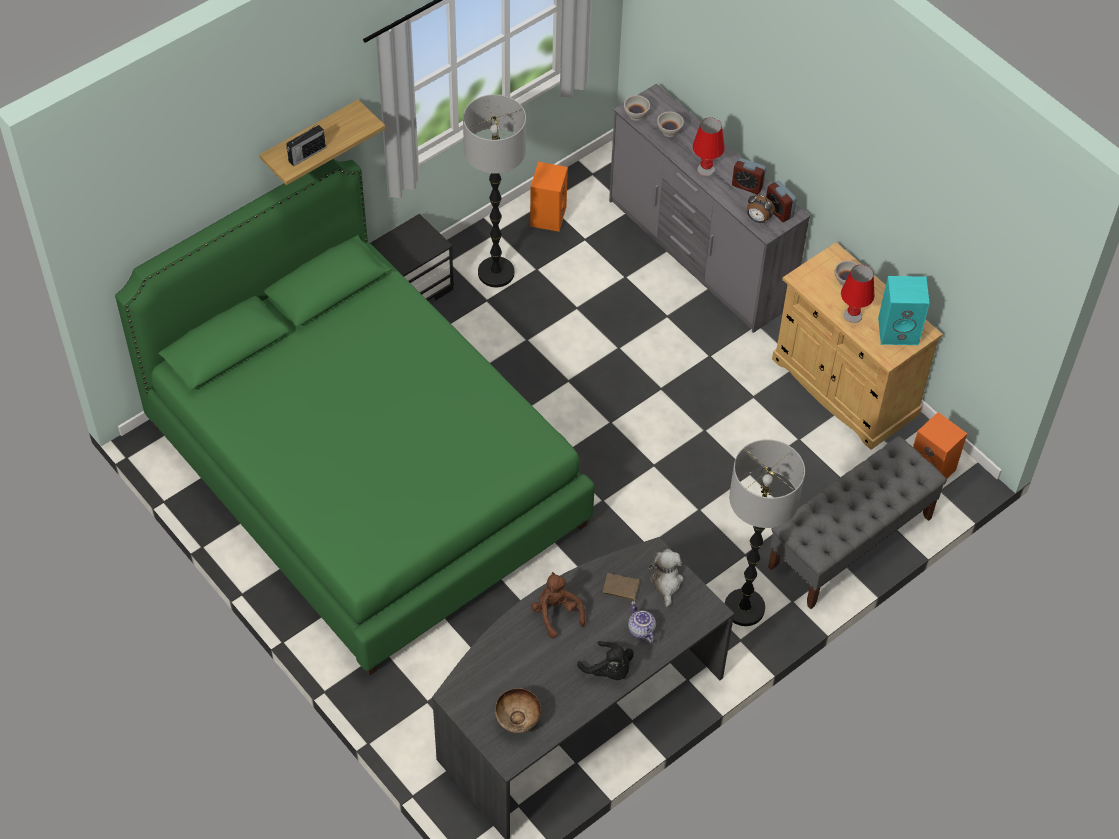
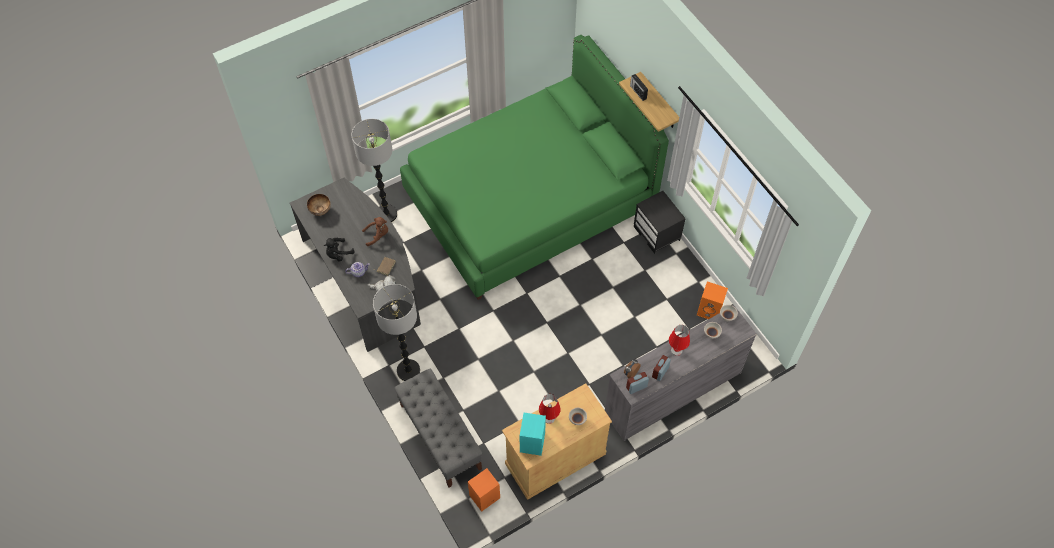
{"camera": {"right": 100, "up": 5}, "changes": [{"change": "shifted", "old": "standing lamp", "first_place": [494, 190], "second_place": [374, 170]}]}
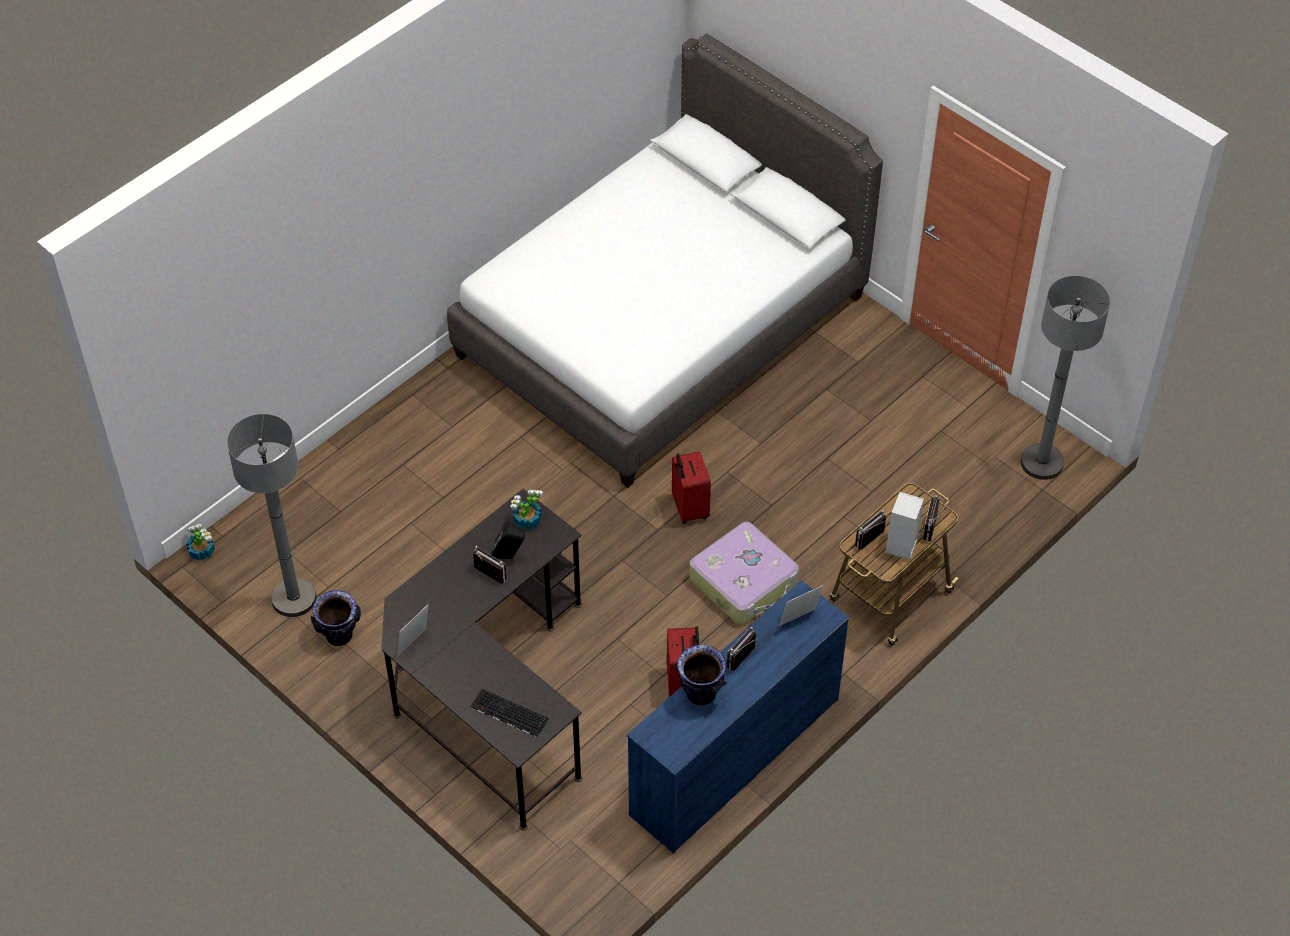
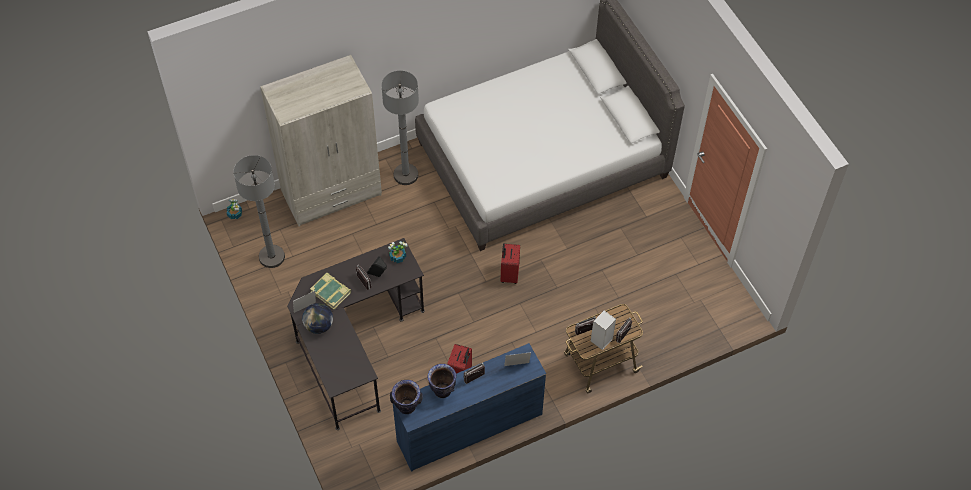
{"camera": {"right": 20, "up": 5}, "changes": [{"change": "shifted", "old": "flower vase", "first_place": [336, 618], "second_place": [406, 397]}, {"change": "gone", "old": "PC keyboard", "first_place": [509, 712]}, {"change": "gone", "old": "suitcase", "first_place": [744, 573]}, {"change": "shifted", "old": "gray standing lamp", "first_place": [1065, 378], "second_place": [400, 127]}, {"change": "new", "new": "beige armoire", "second_place": [321, 141]}, {"change": "new", "new": "globe", "second_place": [317, 318]}, {"change": "new", "new": "bound book", "second_place": [330, 291]}]}
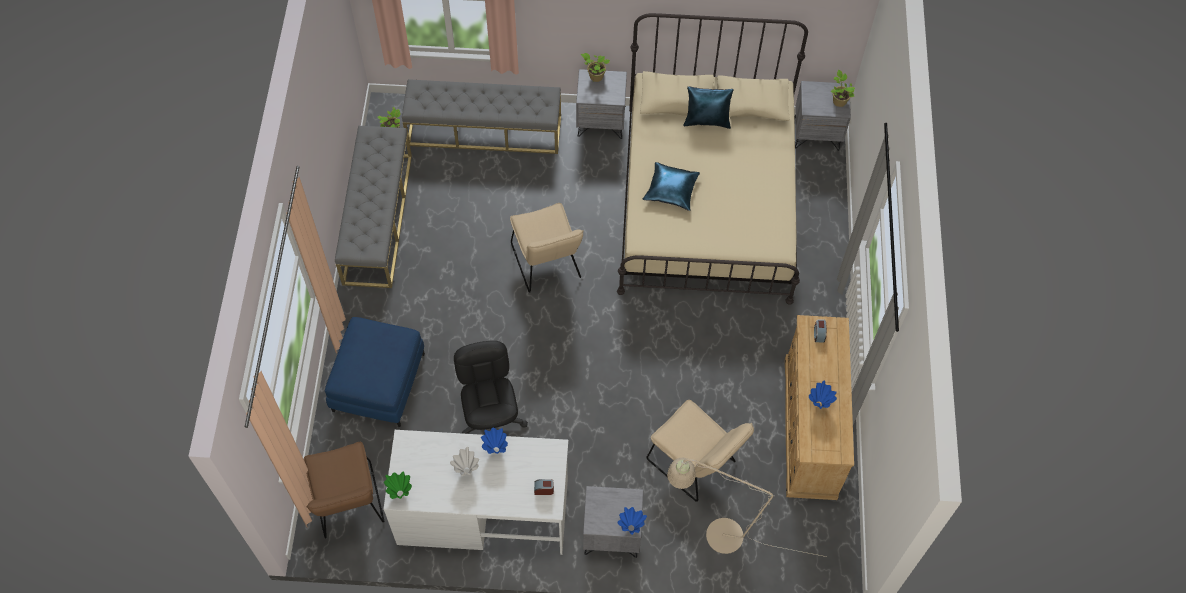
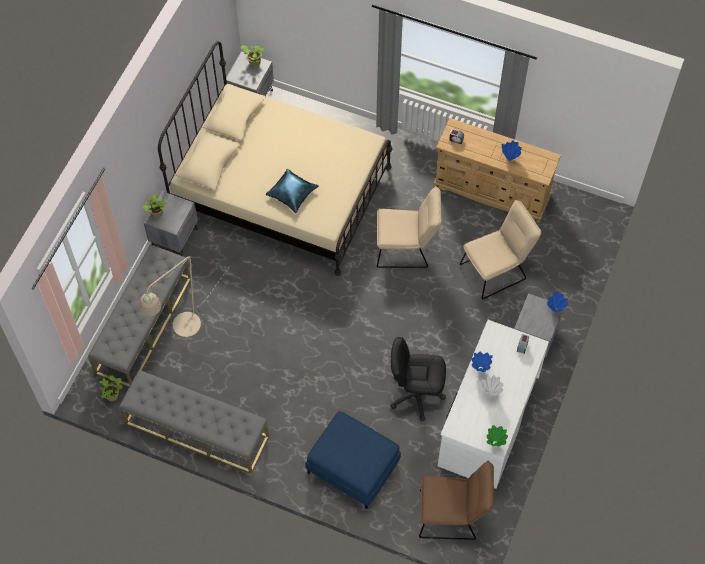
{"camera": {"right": -70, "up": 0}, "changes": [{"change": "shifted", "old": "beige chair", "first_place": [547, 248], "second_place": [409, 227]}, {"change": "shifted", "old": "beige standing lamp", "first_place": [747, 507], "second_place": [185, 296]}, {"change": "gone", "old": "bluish throw pillow", "first_place": [708, 107]}]}
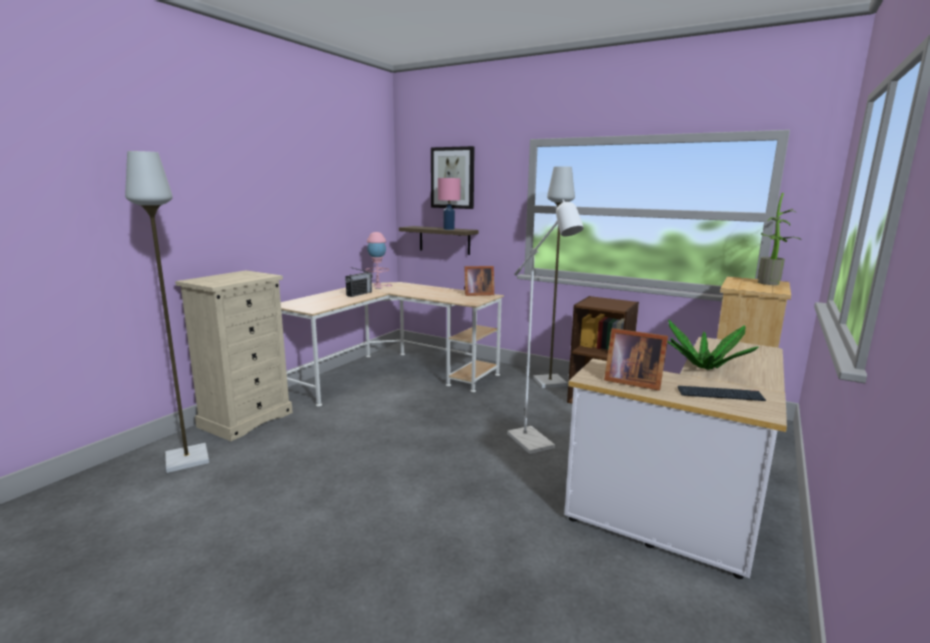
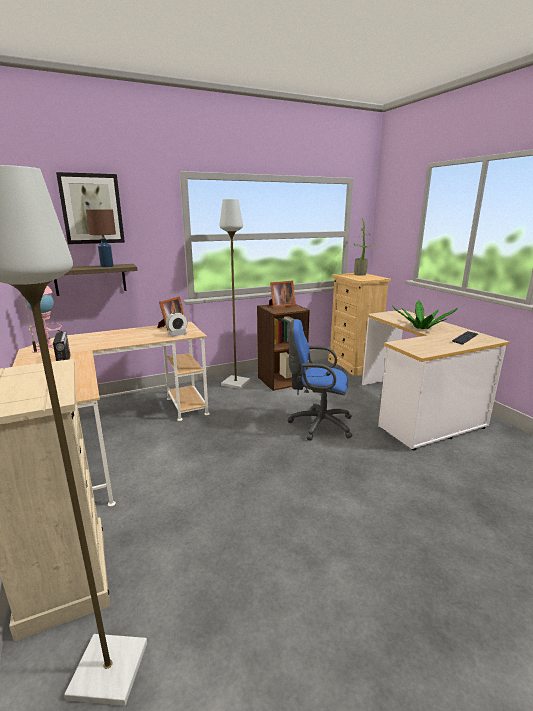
{"camera": {"right": -55, "up": 5}, "changes": [{"change": "repainted", "old": "pinkish lamp for a table", "new": "brown lamp for a table", "first_place": [449, 204], "second_place": [101, 239]}, {"change": "swapped", "old": "white standing lamp", "new": "bluish computer chair", "first_place": [545, 326], "second_place": [320, 379]}, {"change": "shifted", "old": "picture frame", "first_place": [636, 359], "second_place": [282, 294]}, {"change": "new", "new": "table clock", "second_place": [177, 324]}]}
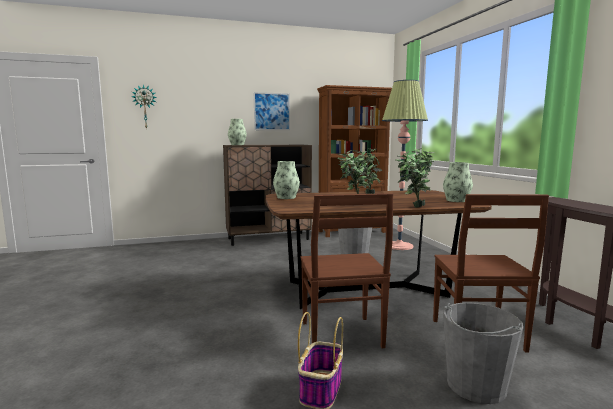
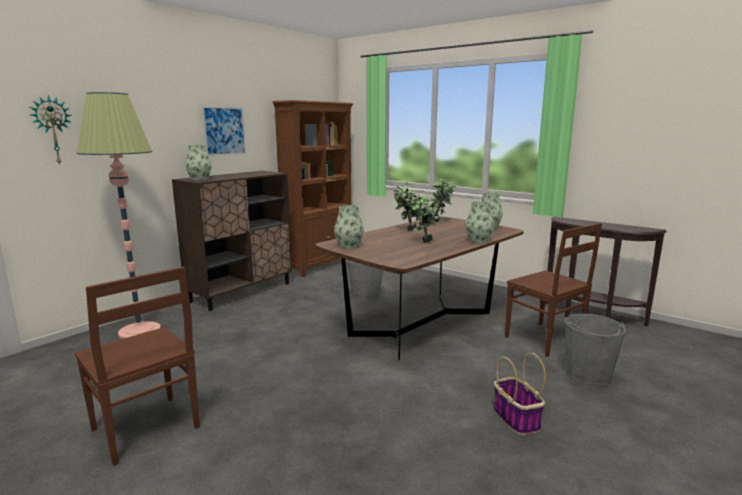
{"camera": {"right": -35, "up": 5}, "changes": [{"change": "shifted", "old": "brown chair", "first_place": [347, 270], "second_place": [137, 366]}, {"change": "shifted", "old": "standing lamp", "first_place": [405, 165], "second_place": [118, 215]}, {"change": "swapped", "old": "potted plant", "new": "flower vase", "first_place": [413, 179], "second_place": [479, 222]}]}
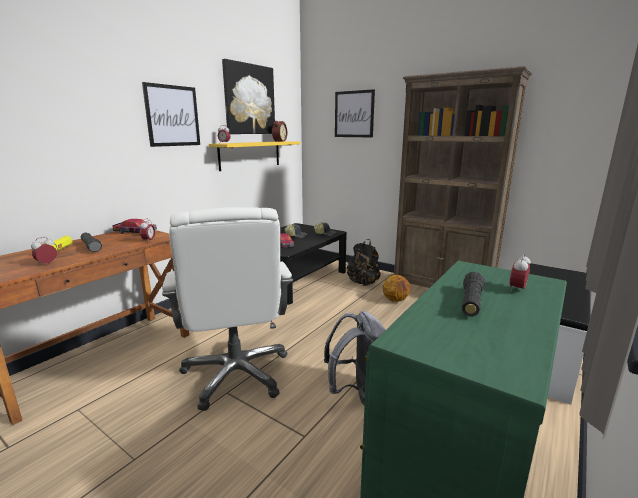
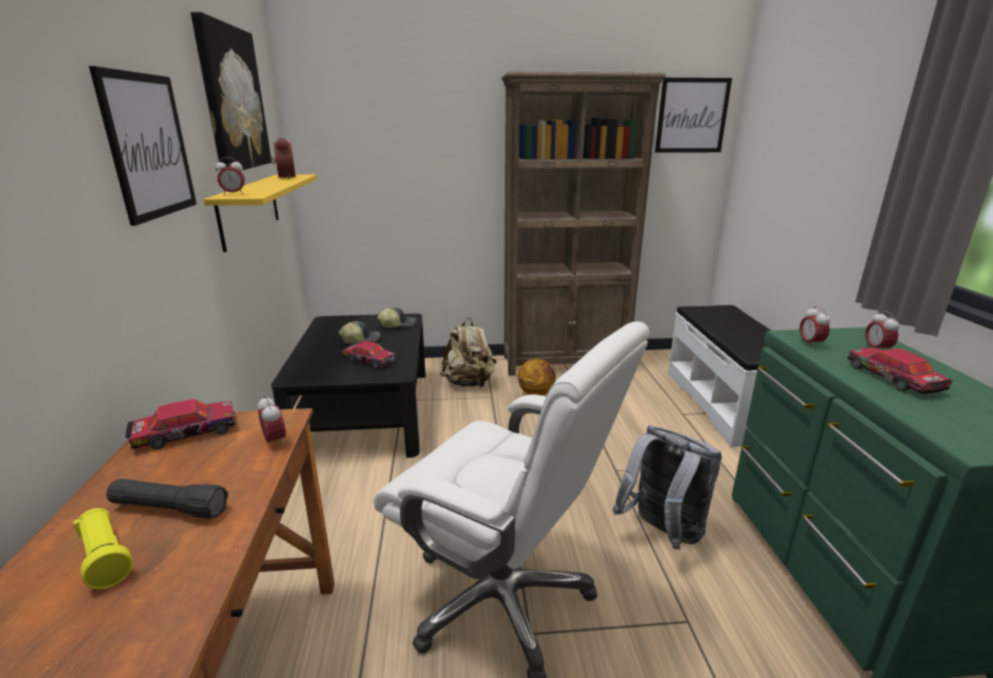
{"camera": {"right": -40, "up": 5}, "changes": [{"change": "shifted", "old": "table clock", "first_place": [44, 251], "second_place": [815, 327]}, {"change": "shifted", "old": "wall art", "first_place": [355, 113], "second_place": [693, 115]}, {"change": "repainted", "old": "blackish backpack", "new": "beige backpack", "first_place": [364, 262], "second_place": [468, 352]}, {"change": "swapped", "old": "blackish torch", "new": "miniature car", "first_place": [473, 294], "second_place": [900, 371]}]}
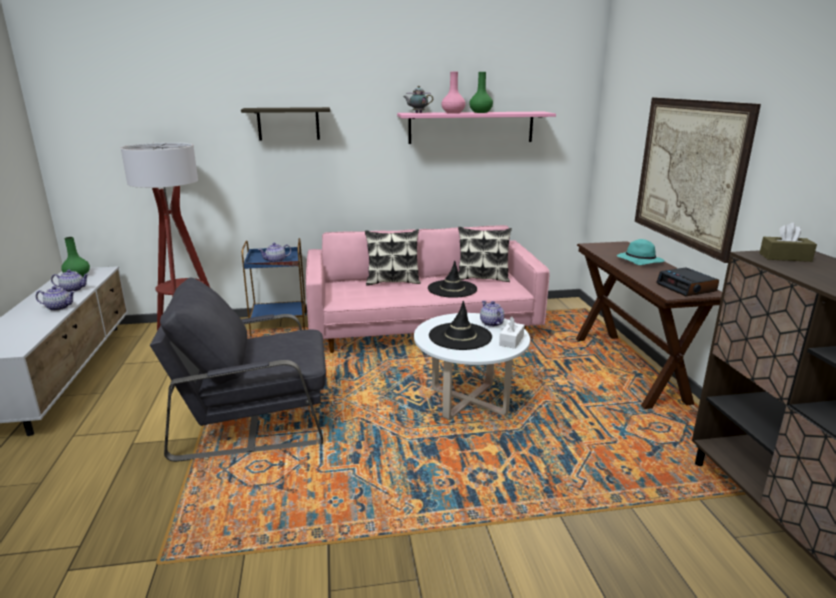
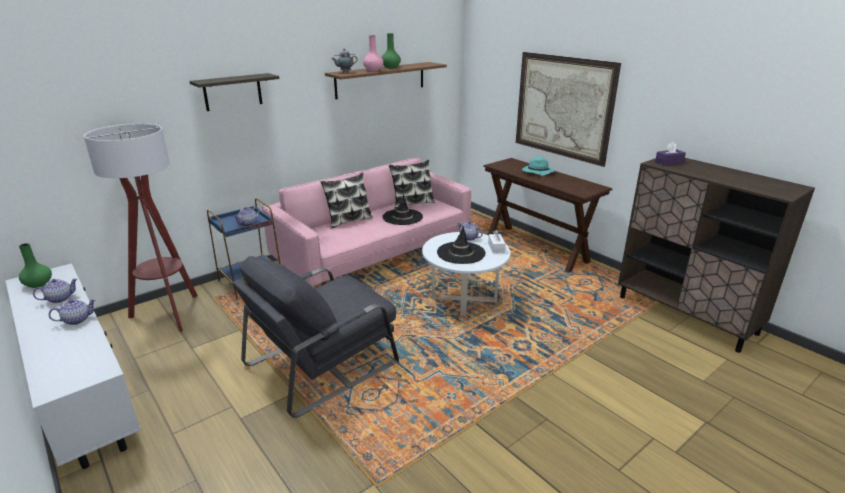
{"camera": {"right": -30, "up": 5}, "changes": [{"change": "repainted", "old": "pinkish bracket shelf", "new": "brown bracket shelf", "first_place": [476, 128], "second_place": [386, 80]}, {"change": "gone", "old": "table clock", "first_place": [687, 281]}, {"change": "repainted", "old": "brown box of tissues", "new": "purple-coloured box of tissues", "first_place": [788, 242], "second_place": [670, 154]}]}
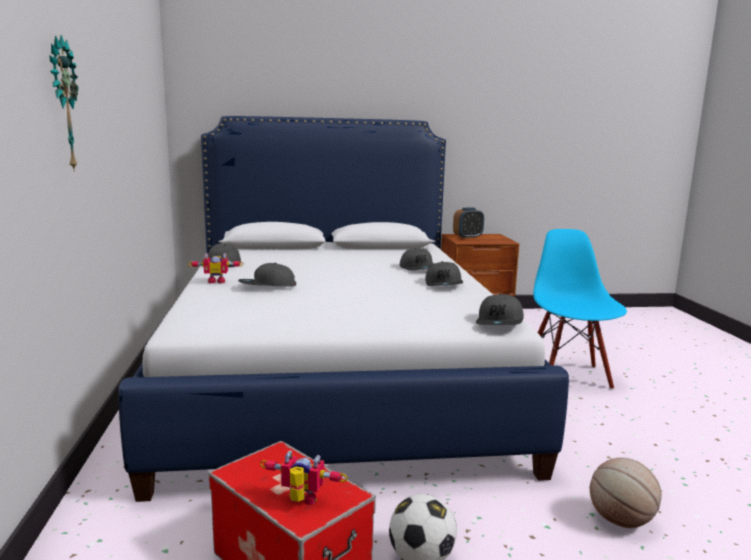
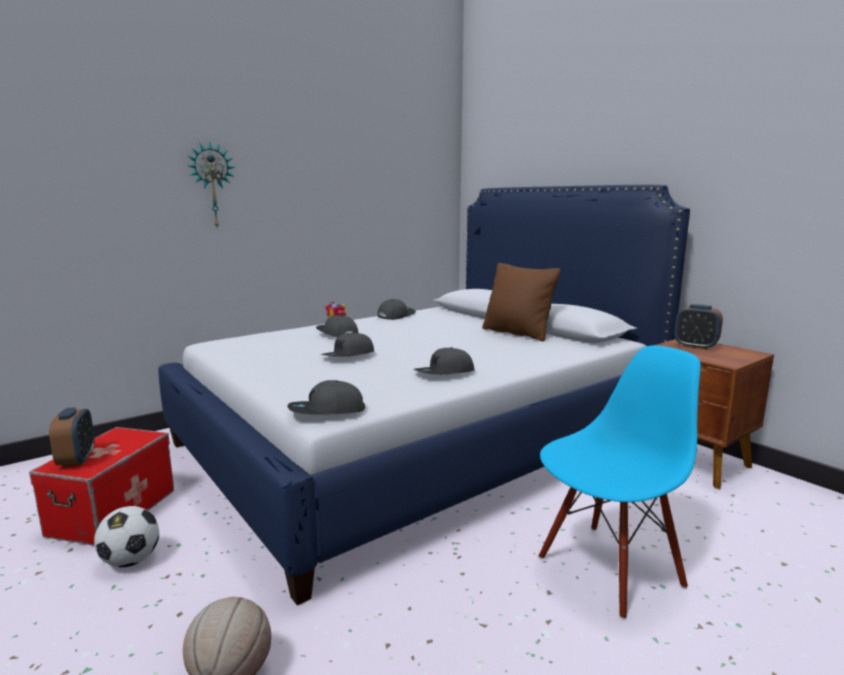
{"camera": {"right": 60, "up": 0}, "changes": [{"change": "swapped", "old": "robot figure", "new": "table clock", "first_place": [304, 477], "second_place": [72, 437]}, {"change": "shifted", "old": "gray baseball cap", "first_place": [417, 259], "second_place": [347, 344]}, {"change": "new", "new": "brown throw pillow", "second_place": [521, 302]}]}
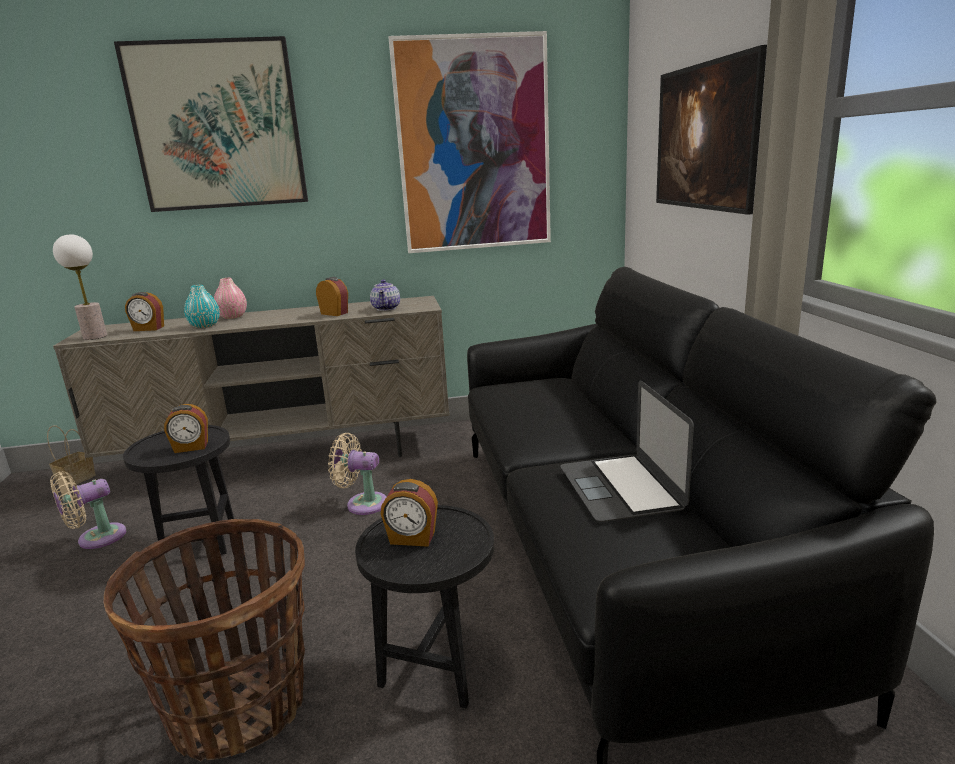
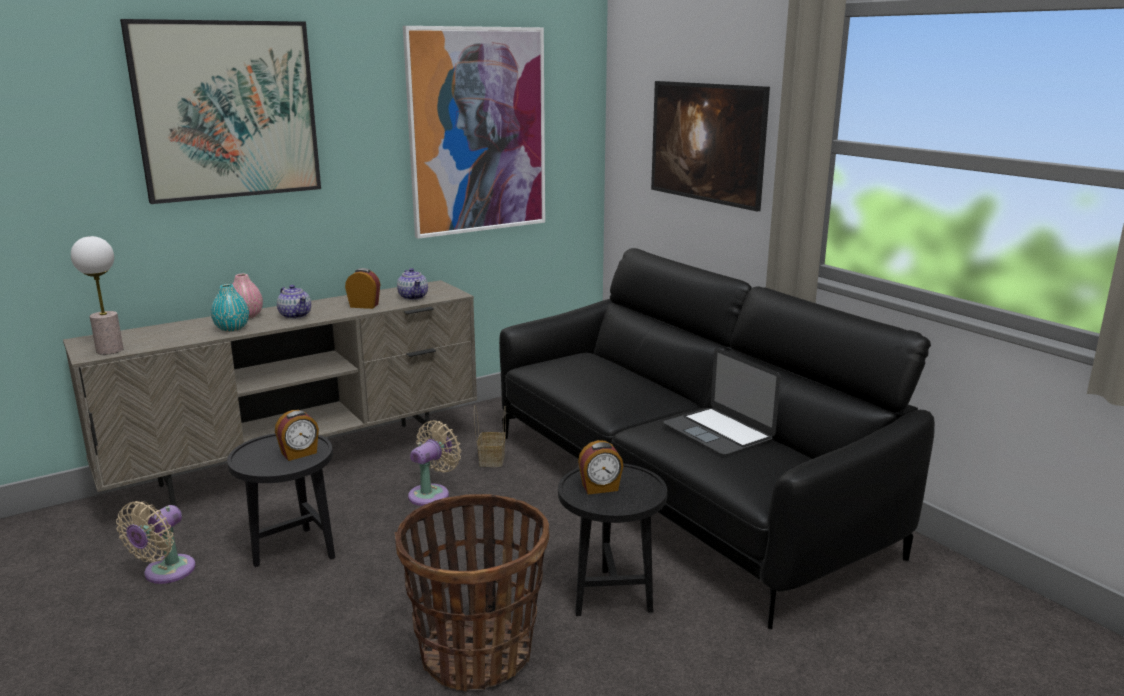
{"camera": {"right": -25, "up": 0}, "changes": [{"change": "shifted", "old": "household basket", "first_place": [71, 456], "second_place": [490, 436]}, {"change": "gone", "old": "table clock", "first_place": [144, 311]}, {"change": "rotated", "old": "beige electric fan", "first_place": [357, 474], "second_place": [434, 463], "degrees": 135}, {"change": "new", "new": "teapot", "second_place": [294, 302]}]}
